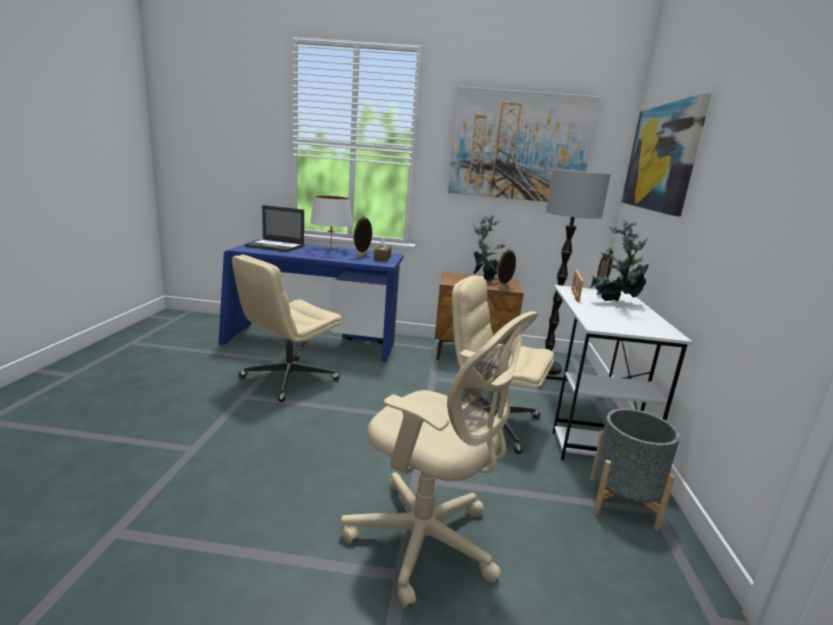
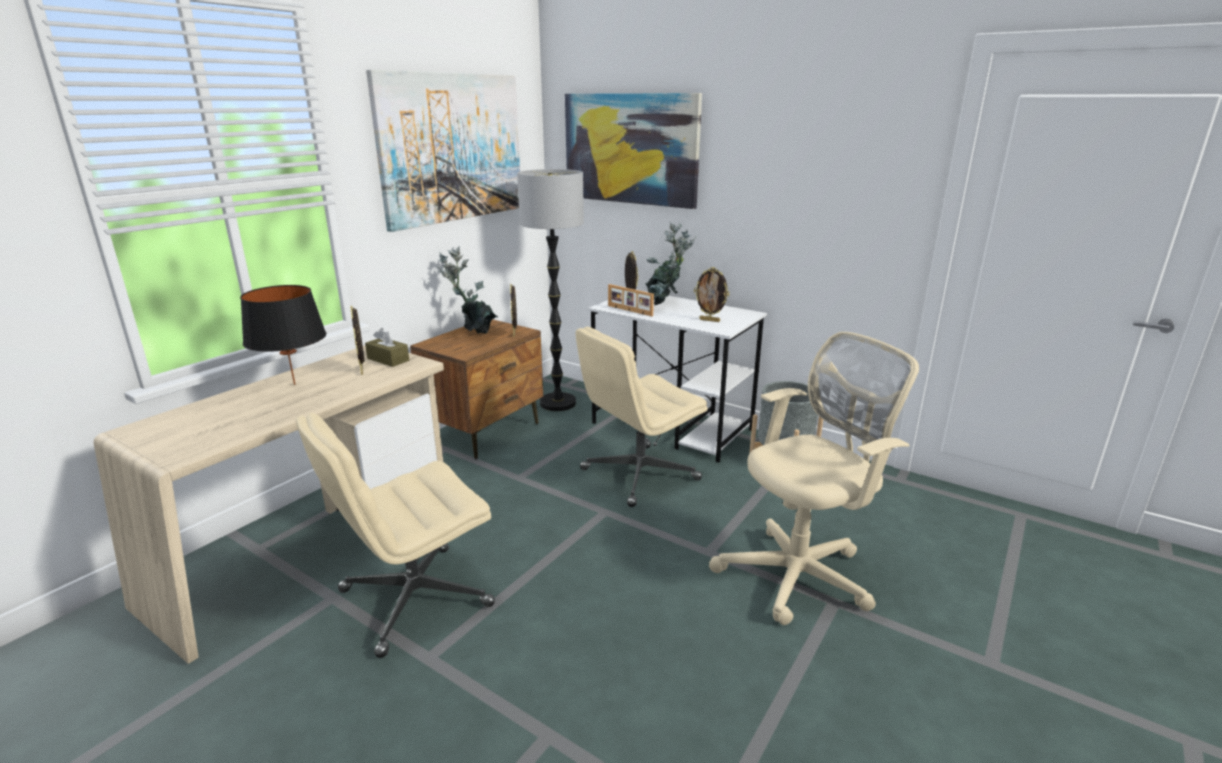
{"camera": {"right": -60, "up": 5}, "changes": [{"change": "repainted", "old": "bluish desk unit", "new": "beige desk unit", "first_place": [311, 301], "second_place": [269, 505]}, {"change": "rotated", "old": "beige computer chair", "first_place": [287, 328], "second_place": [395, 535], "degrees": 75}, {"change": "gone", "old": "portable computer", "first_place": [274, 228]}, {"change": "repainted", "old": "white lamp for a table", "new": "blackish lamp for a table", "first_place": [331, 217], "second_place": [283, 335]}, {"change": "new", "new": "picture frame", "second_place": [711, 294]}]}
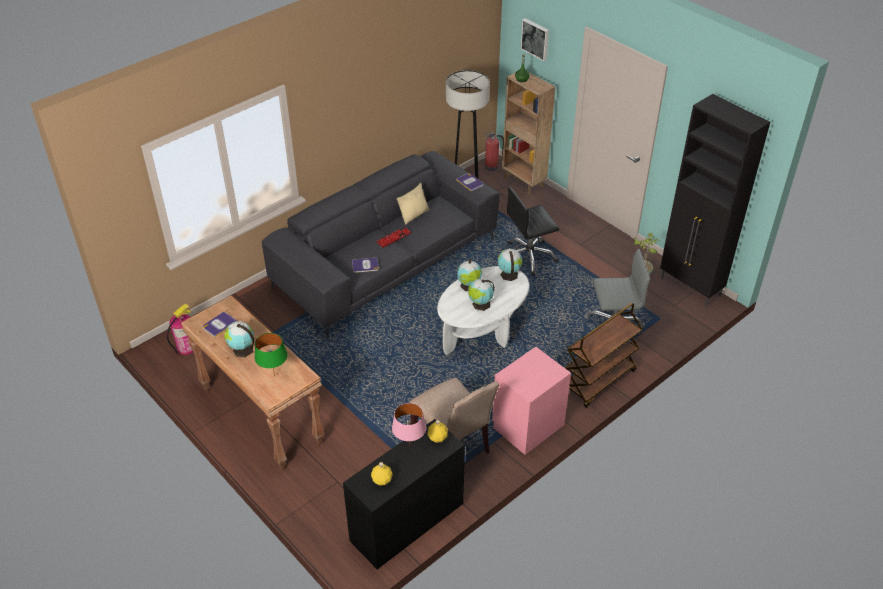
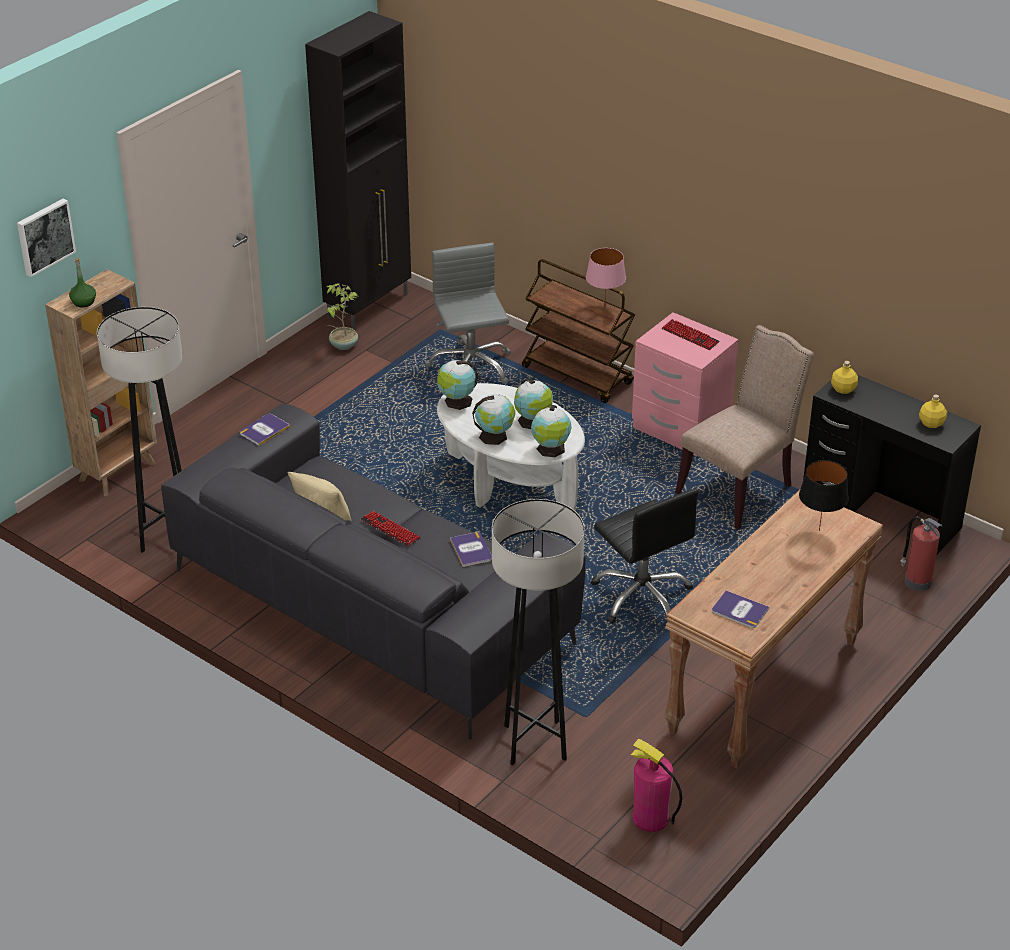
{"camera": {"right": -100, "up": -5}, "changes": [{"change": "shifted", "old": "globe", "first_place": [239, 339], "second_place": [551, 431]}, {"change": "repainted", "old": "green-coloured lamp for a table", "new": "blackish lamp for a table", "first_place": [271, 354], "second_place": [824, 495]}, {"change": "shifted", "old": "pinkish lamp for a table", "first_place": [409, 423], "second_place": [606, 278]}, {"change": "shifted", "old": "fire extinguisher", "first_place": [494, 152], "second_place": [921, 554]}, {"change": "shifted", "old": "blackish computer chair", "first_place": [533, 231], "second_place": [645, 556]}, {"change": "new", "new": "gray standing lamp", "second_place": [538, 632]}, {"change": "new", "new": "PC keyboard", "second_place": [691, 334]}]}
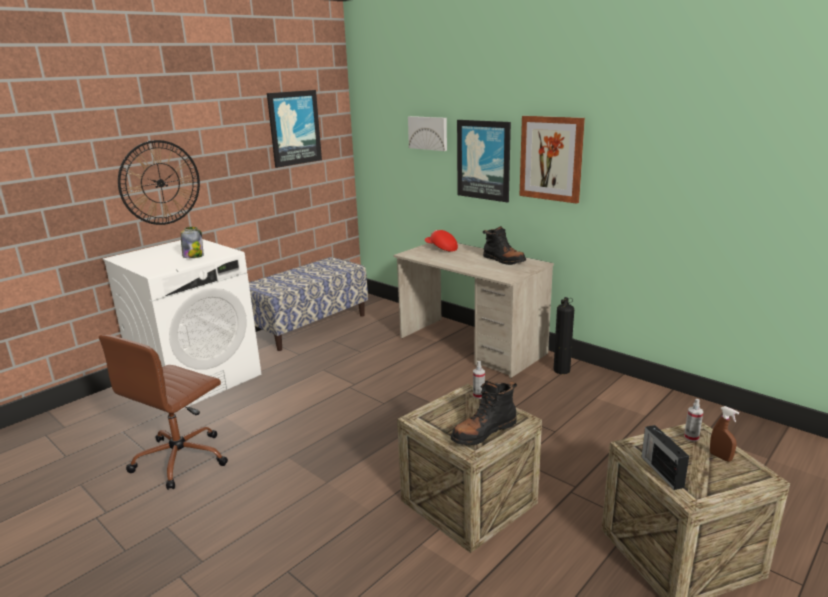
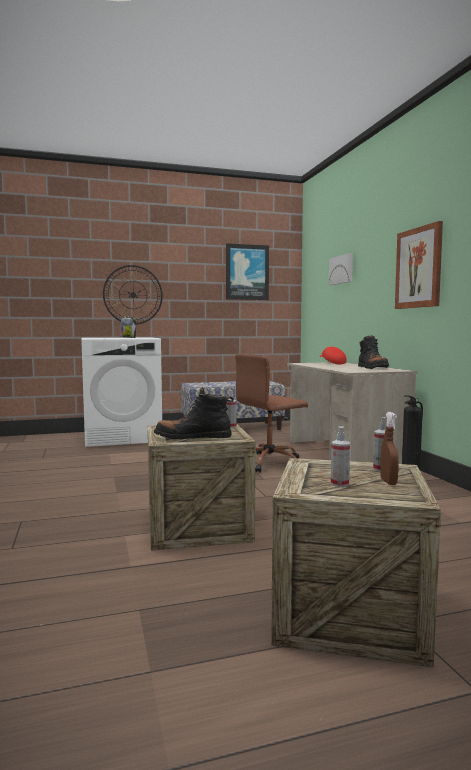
{"camera": {"right": 30, "up": -15}, "changes": [{"change": "shifted", "old": "brown computer chair", "first_place": [163, 412], "second_place": [271, 413]}, {"change": "gone", "old": "wall art", "first_place": [484, 161]}, {"change": "gone", "old": "radio receiver", "first_place": [665, 457]}, {"change": "new", "new": "spray bottle", "second_place": [340, 456]}]}
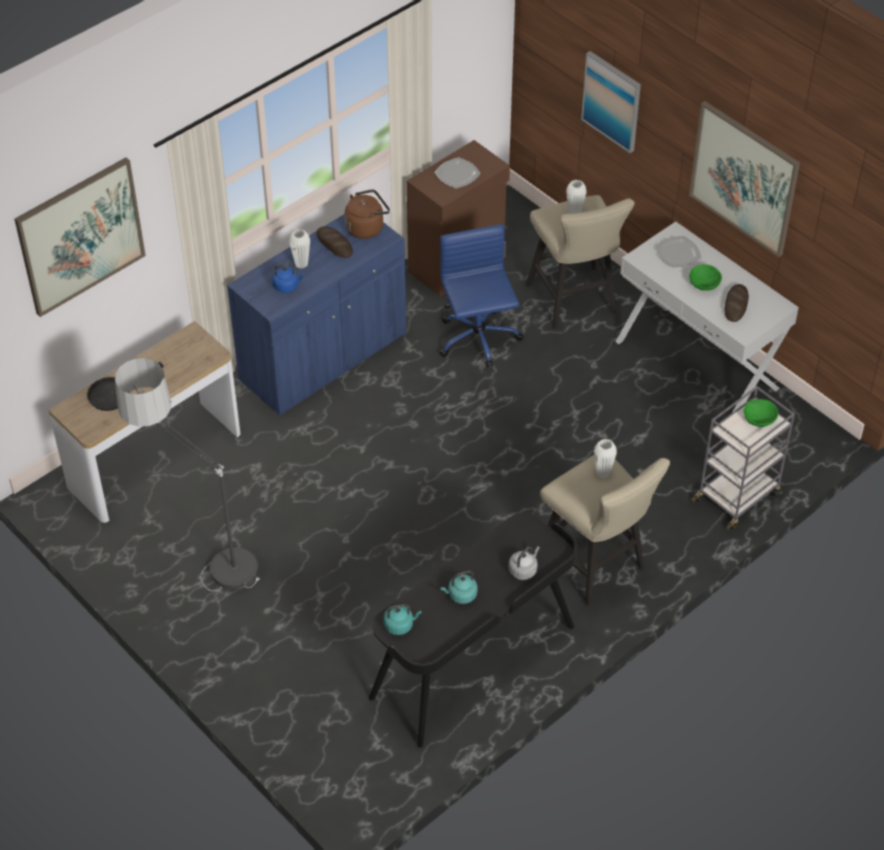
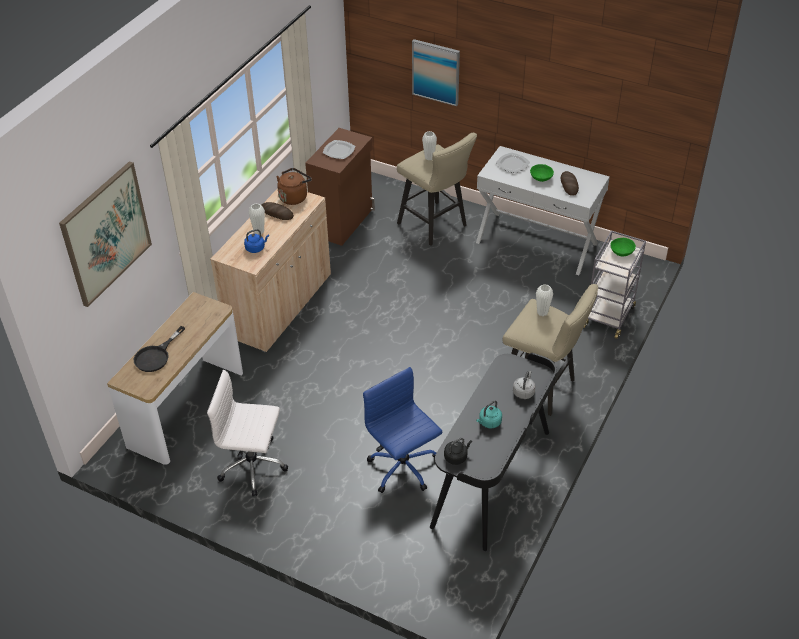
{"camera": {"right": -20, "up": -5}, "changes": [{"change": "swapped", "old": "standing lamp", "new": "white computer chair", "first_place": [187, 474], "second_place": [247, 433]}, {"change": "repainted", "old": "bluish cabinet", "new": "beige cabinet", "first_place": [316, 314], "second_place": [270, 270]}, {"change": "repainted", "old": "turquoise tea kettle", "new": "blackish tea kettle", "first_place": [403, 619], "second_place": [458, 451]}, {"change": "shifted", "old": "bluish computer chair", "first_place": [481, 296], "second_place": [402, 430]}, {"change": "gone", "old": "wall art", "first_place": [744, 179]}]}
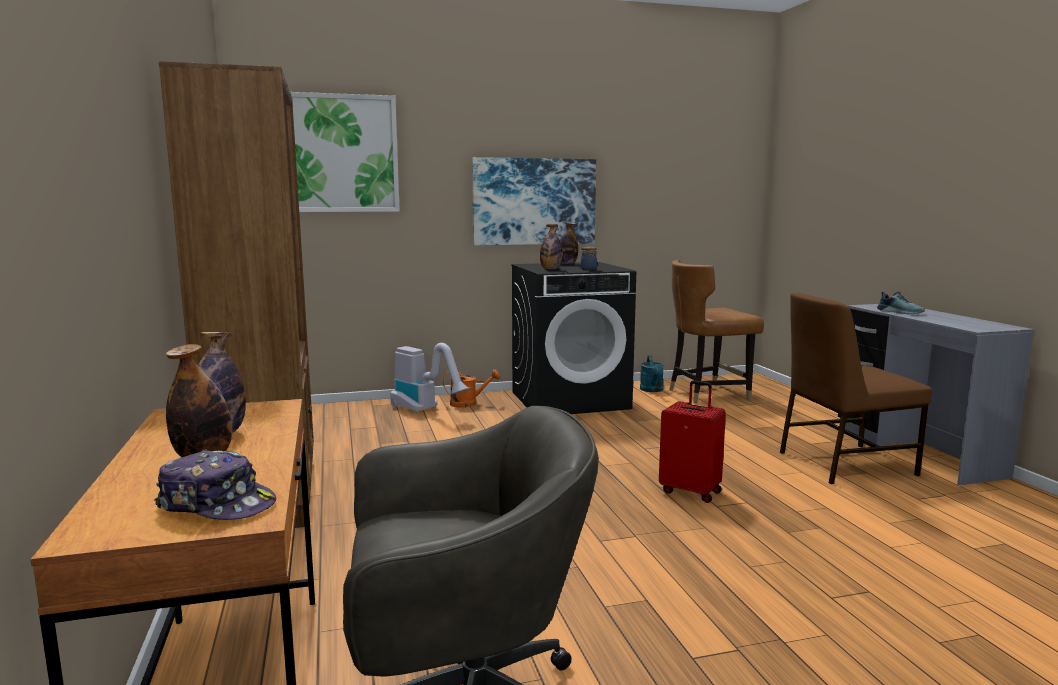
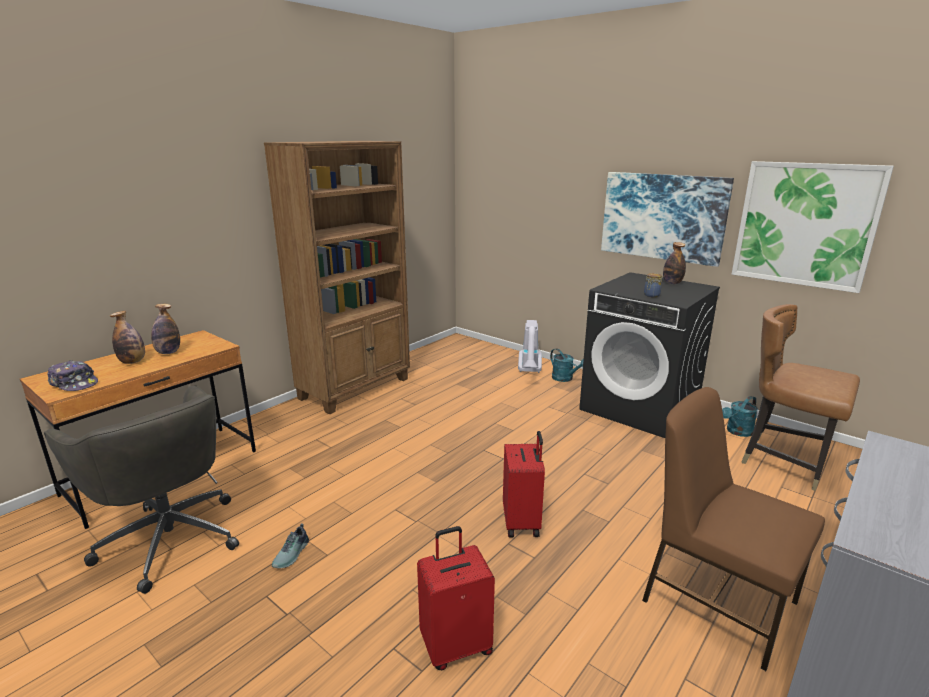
{"camera": {"right": 55, "up": 10}, "changes": [{"change": "rotated", "old": "baseball cap", "first_place": [215, 484], "second_place": [72, 375], "degrees": -45}, {"change": "shifted", "old": "wall art", "first_place": [345, 152], "second_place": [812, 227]}, {"change": "repainted", "old": "orange sprinkling can", "new": "turquoise sprinkling can", "first_place": [471, 389], "second_place": [567, 365]}, {"change": "gone", "old": "bottle", "first_place": [551, 246]}, {"change": "shifted", "old": "low shoe", "first_place": [901, 302], "second_place": [290, 545]}, {"change": "new", "new": "reddish suitcase", "second_place": [456, 598]}]}
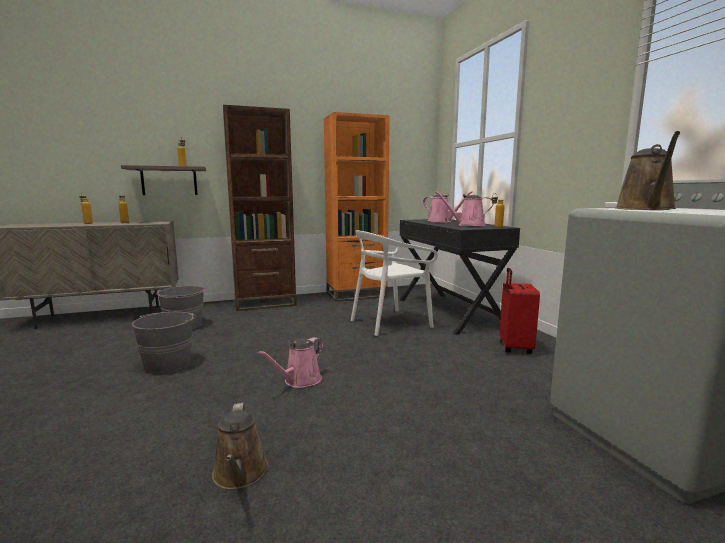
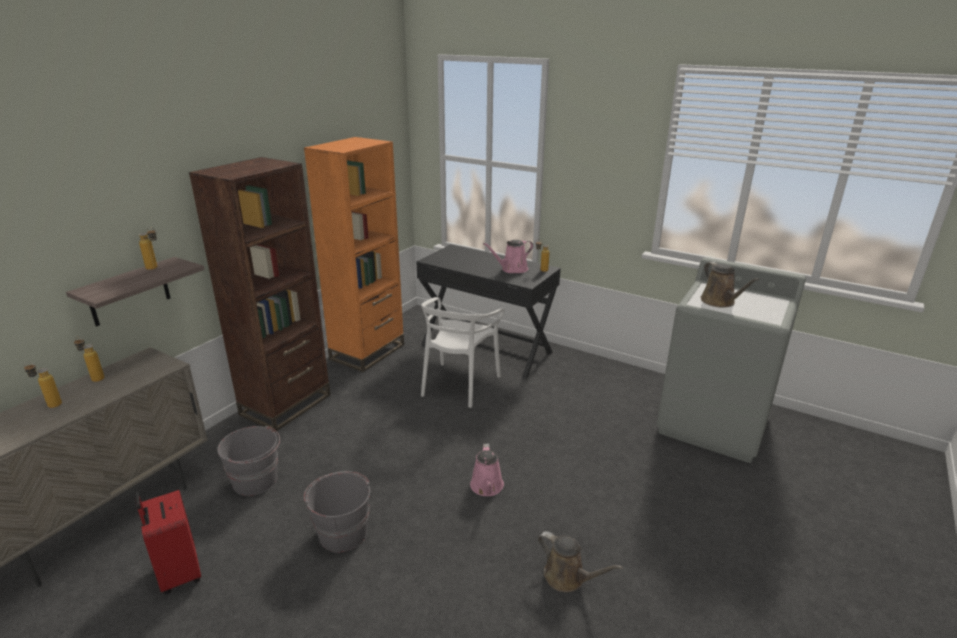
{"camera": {"right": -40, "up": 15}, "changes": [{"change": "gone", "old": "pinkish sprinkling can", "first_place": [448, 206]}, {"change": "shifted", "old": "reddish suitcase", "first_place": [519, 311], "second_place": [168, 542]}]}
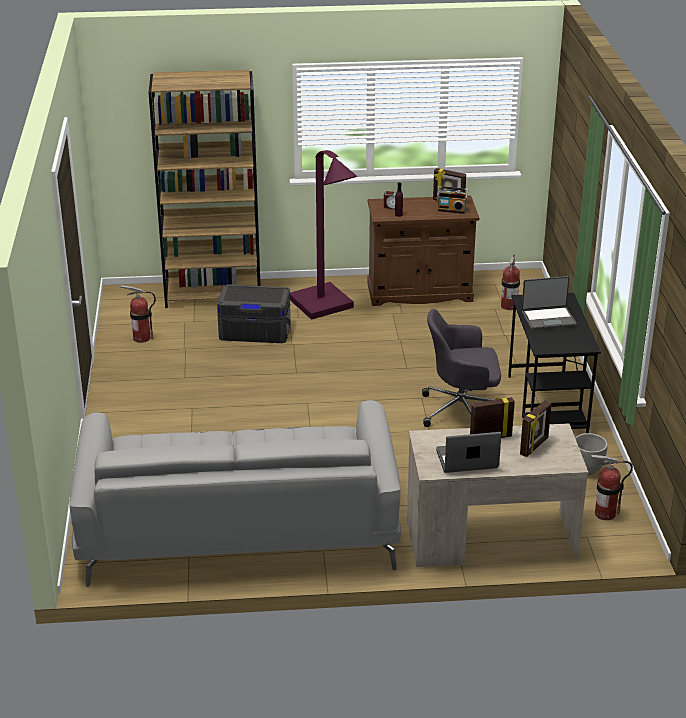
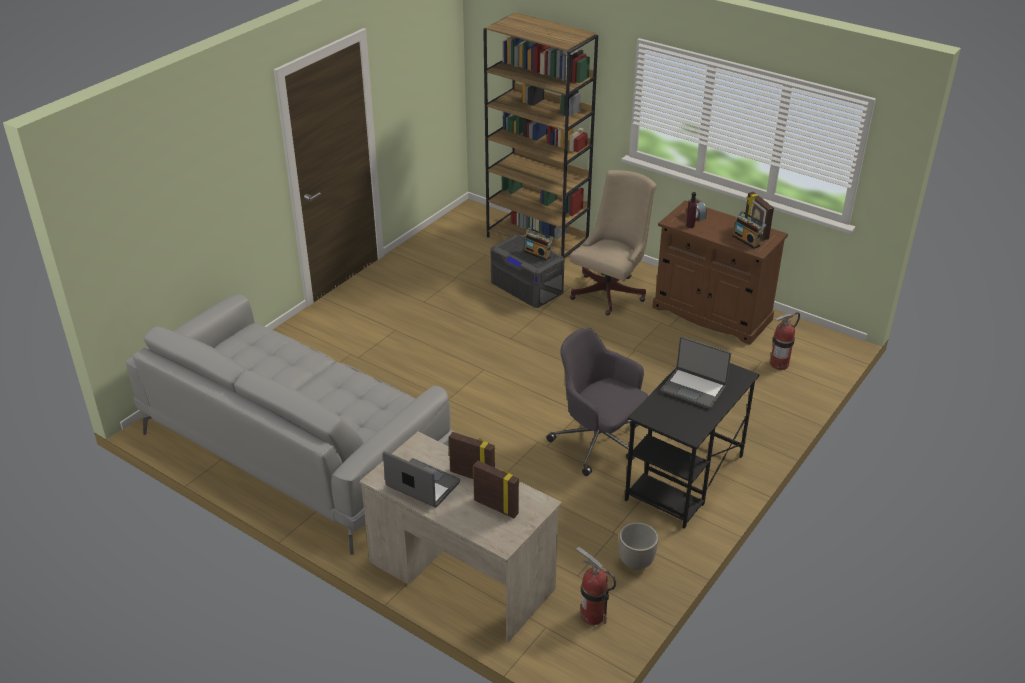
{"camera": {"right": 40, "up": 5}, "changes": [{"change": "gone", "old": "fire extinguisher", "first_place": [138, 314]}, {"change": "swapped", "old": "purple-coloured standing lamp", "new": "beige computer chair", "first_place": [323, 235], "second_place": [613, 243]}, {"change": "rotated", "old": "picture frame", "first_place": [536, 428], "second_place": [496, 489], "degrees": -135}, {"change": "new", "new": "radio receiver", "second_place": [539, 244]}]}
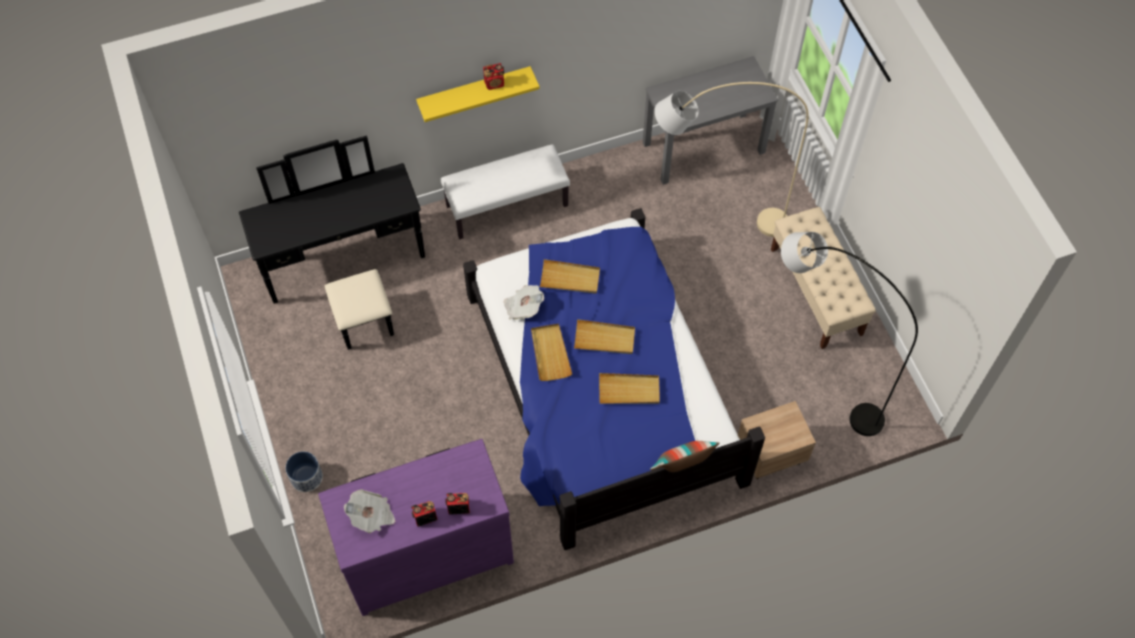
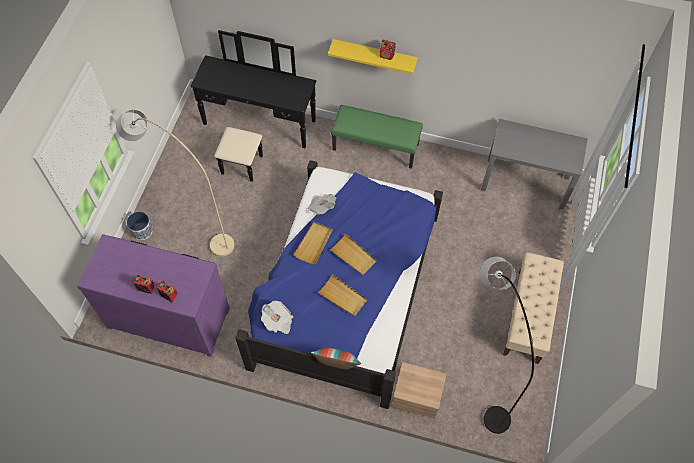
{"camera": {"right": 35, "up": 0}, "changes": [{"change": "shifted", "old": "newspaper", "first_place": [369, 511], "second_place": [277, 317]}, {"change": "repainted", "old": "white bench", "new": "green-coloured bench", "first_place": [505, 191], "second_place": [377, 137]}, {"change": "gone", "old": "beige carrying tray", "first_place": [570, 276]}, {"change": "shifted", "old": "beige standing lamp", "first_place": [731, 159], "second_place": [175, 183]}]}
